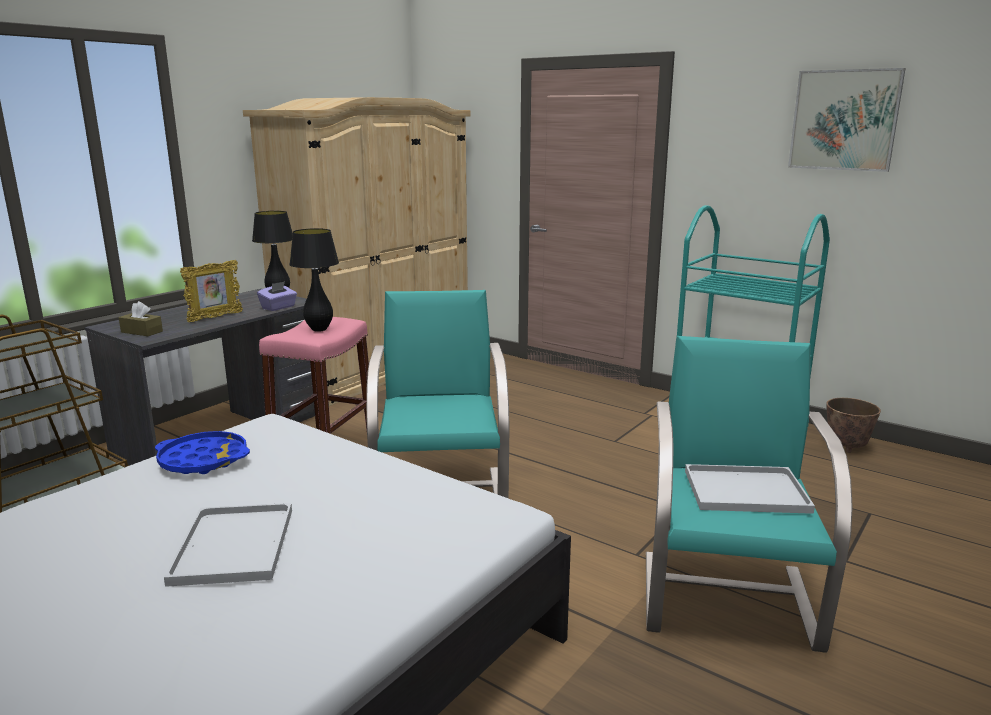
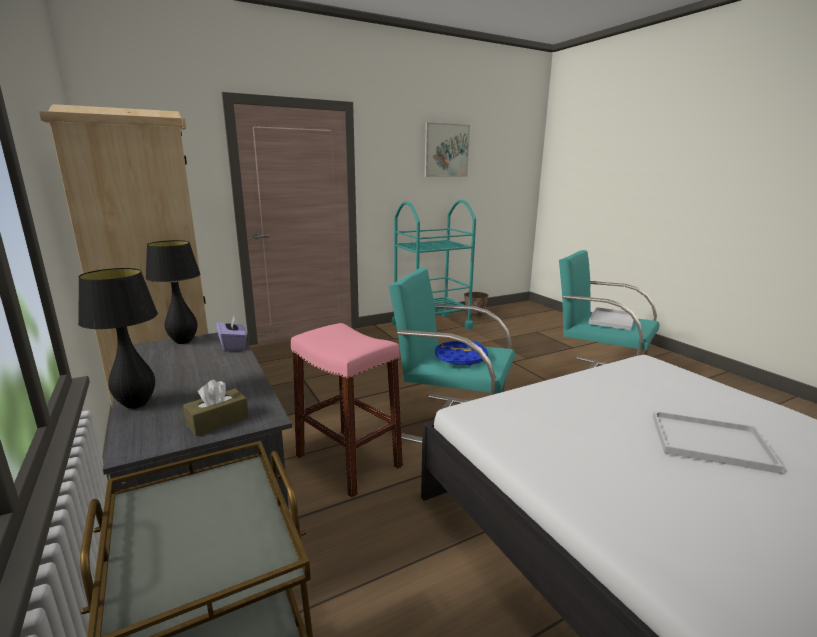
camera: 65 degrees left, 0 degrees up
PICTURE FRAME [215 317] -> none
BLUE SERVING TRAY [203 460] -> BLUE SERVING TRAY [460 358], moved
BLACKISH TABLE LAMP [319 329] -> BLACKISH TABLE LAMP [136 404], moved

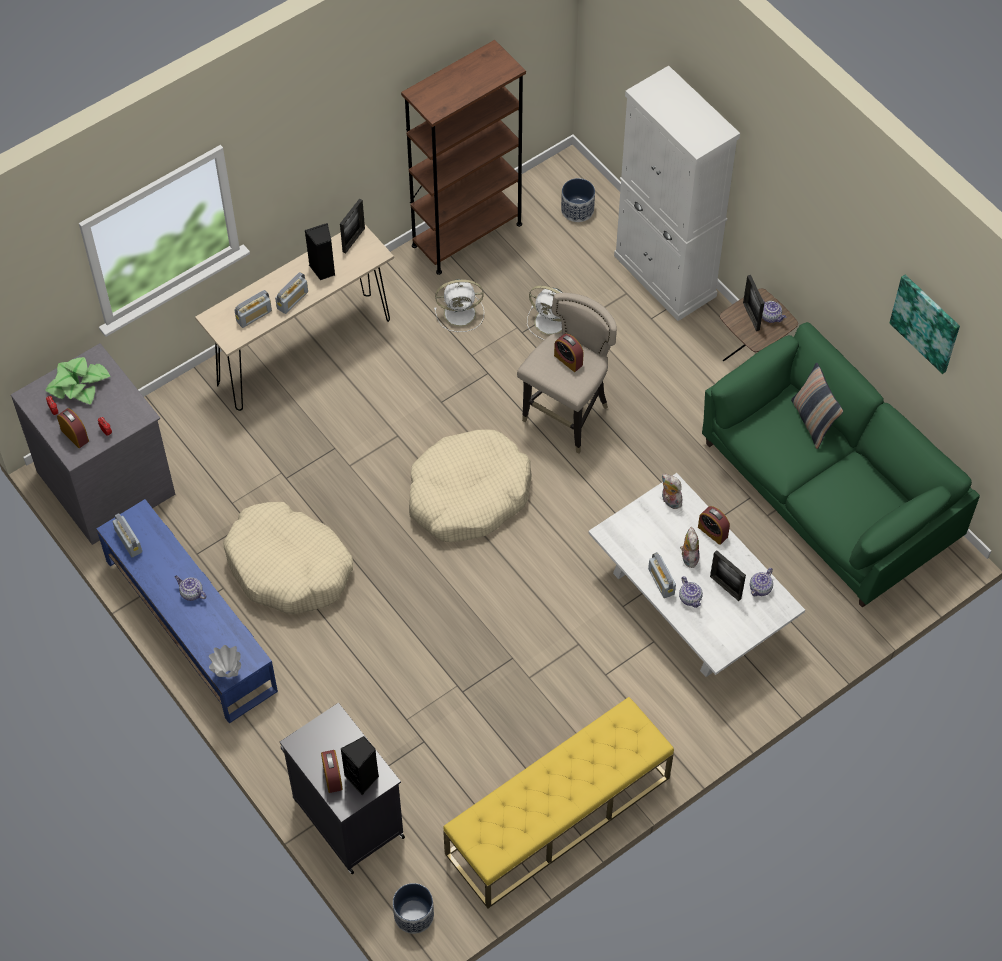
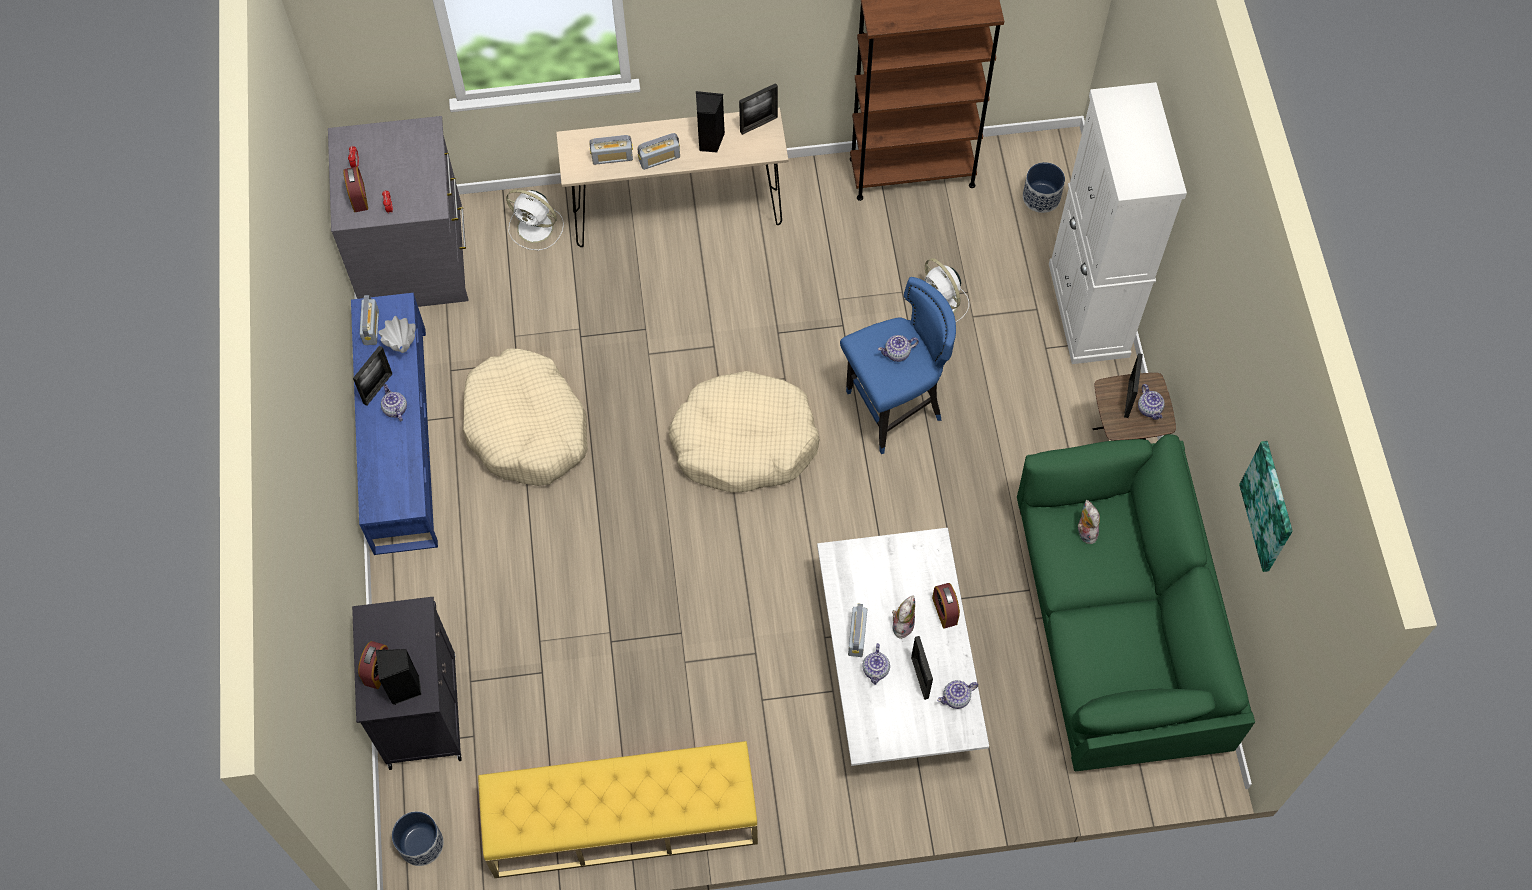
camera: 30 degrees right, 5 degrees up
HOUSEPLANT [79 385] -> none
CUSHION [812 421] -> none
none -> PICTURE FRAME [378 388]
WHITE-COLOURED FLOWER VASE [228 673] -> WHITE-COLOURED FLOWER VASE [403 348], moved
WHITE-COLOURED COOLING FAN [461 313] -> WHITE-COLOURED COOLING FAN [537 228], moved
CUDDLY TOY [670 501] -> CUDDLY TOY [1084 532], moved
ALARM CLOCK [568 360] -> POT FOR TEA [897 353]
SAND-COLOURED SITTING STOOL [567 417] -> BLUE SITTING STOOL [893 410]

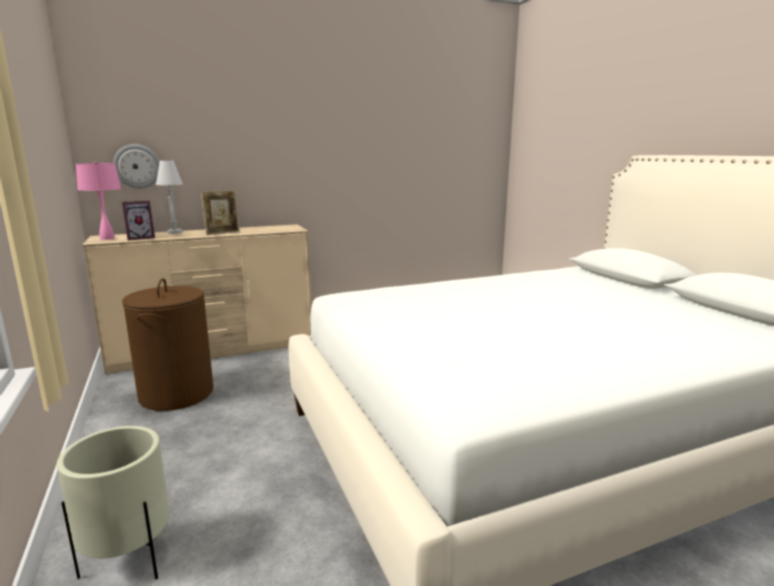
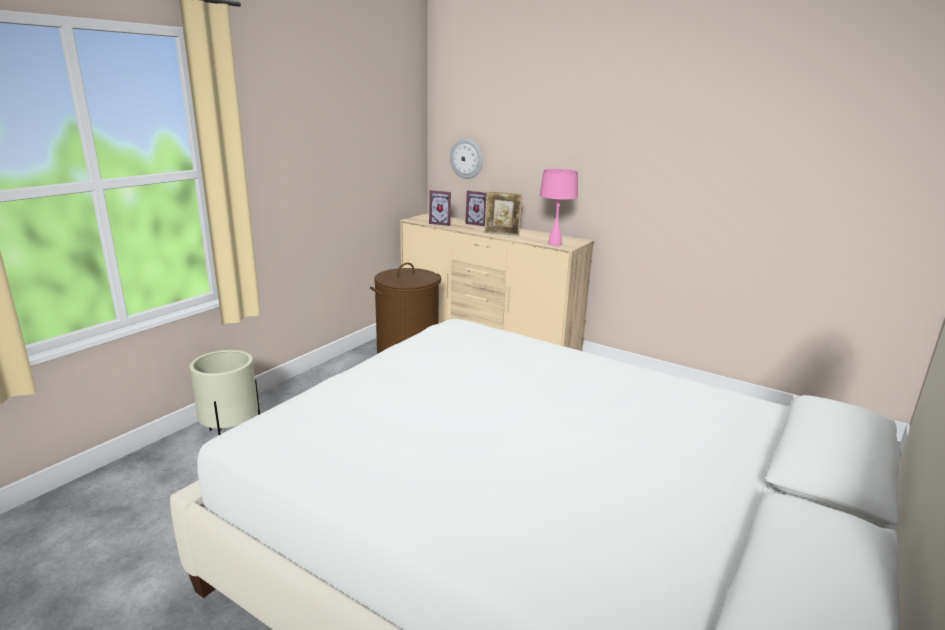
camera: 55 degrees right, 5 degrees up
PINK-COLOURED TABLE LAMP [107 238] -> PINK-COLOURED TABLE LAMP [555 244], moved
WHITE-COLOURED TABLE LAMP [175 232] -> PICTURE FRAME [478 224]

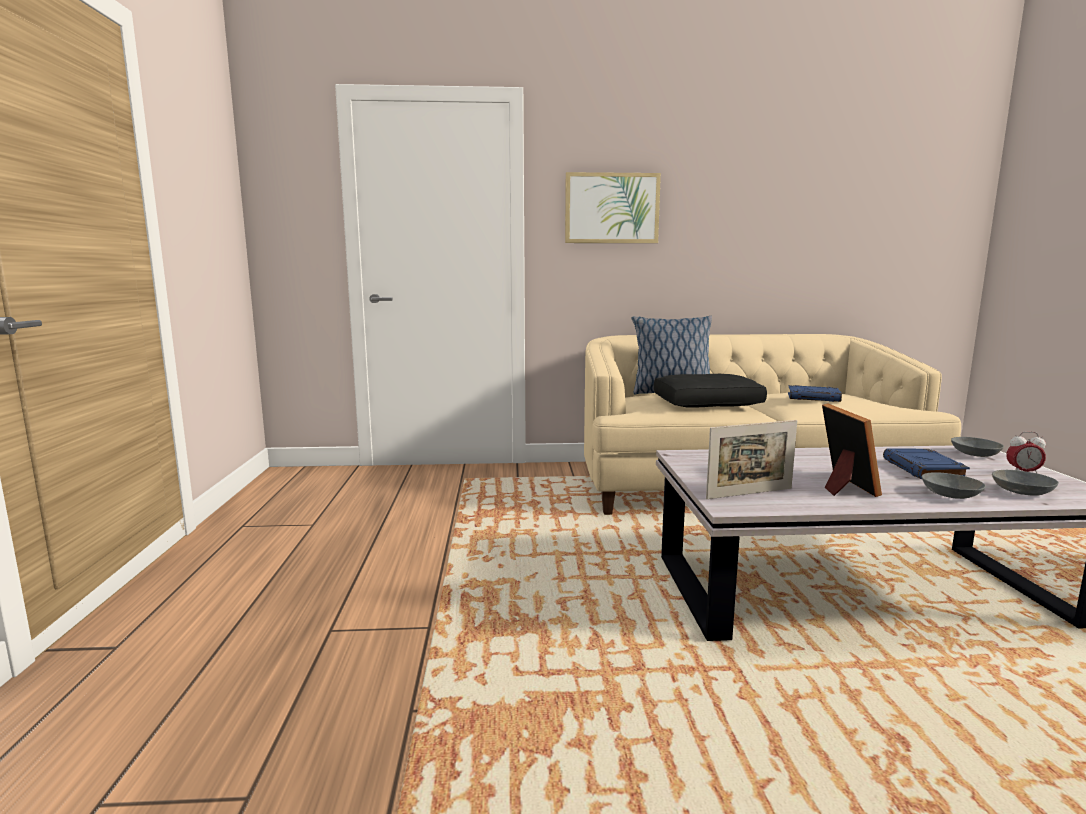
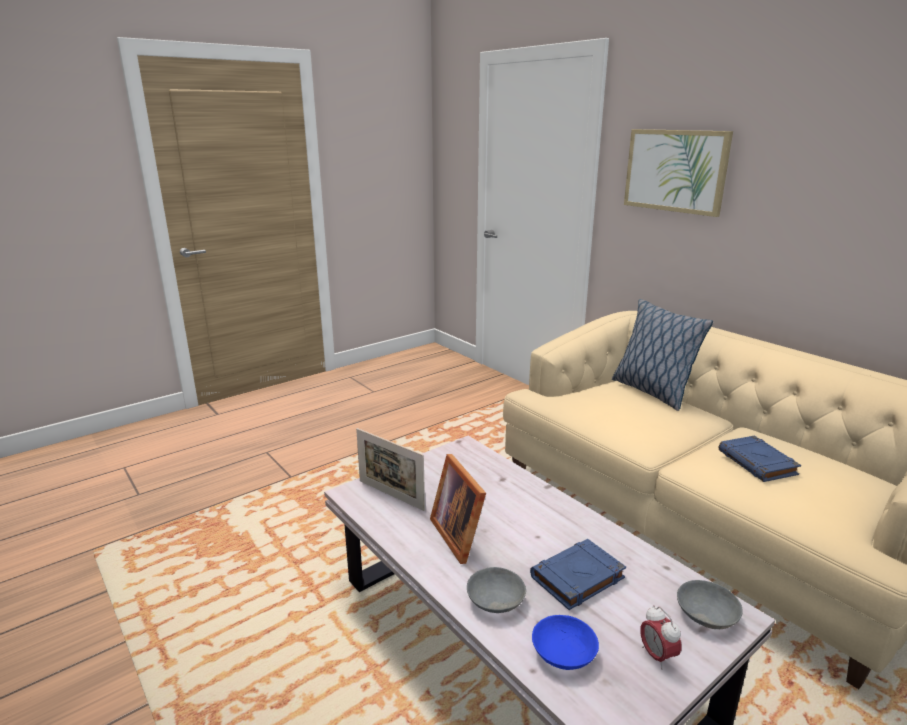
camera: 55 degrees right, 10 degrees up
BLACKISH CUSHION [707 402] -> none
GRAY DEEP DISH [1022 491] -> BLUE DEEP DISH [565 653]
PICTURE FRAME [842 485] -> PICTURE FRAME [460 534], 105 degrees clockwise

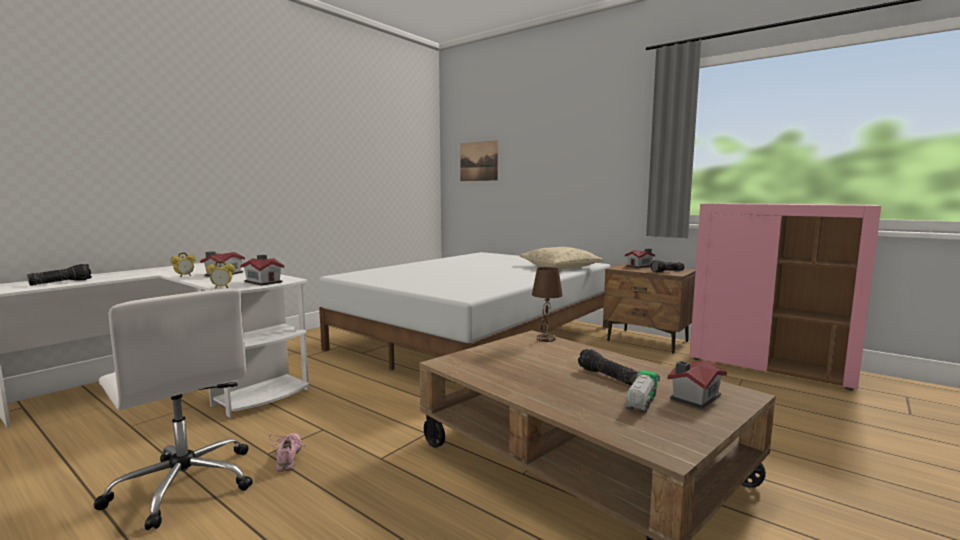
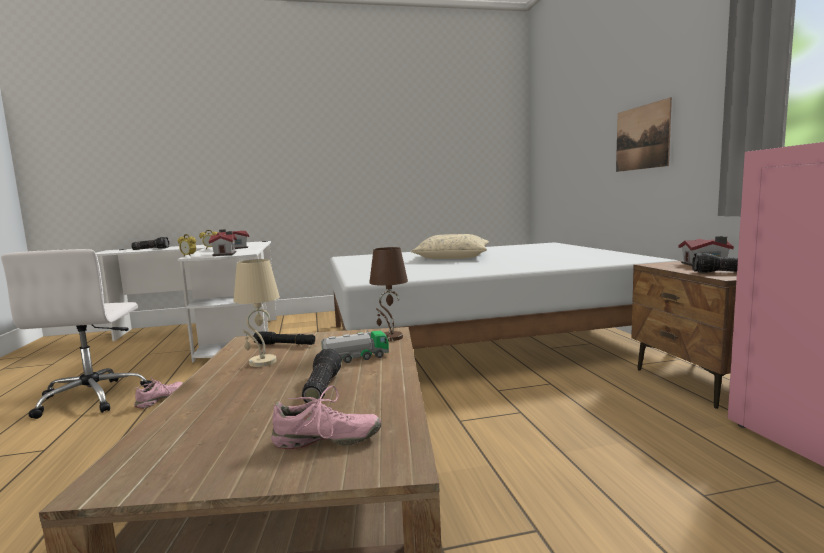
camera: 40 degrees right, 0 degrees up
none -> SAND-COLOURED TABLE LAMP [262 362]
none -> BLACKISH HAND TORCH [285 344]
PICTURE [479 161] -> PICTURE [642 137], moved
SAND-COLOURED CUSHION [560 267] -> SAND-COLOURED CUSHION [452 257], moved
TOY LORRY [641 402] -> TOY LORRY [356 358], moved
TOY HOUSE [693 397] -> PINK-COLOURED LOW SHOE [326 440]

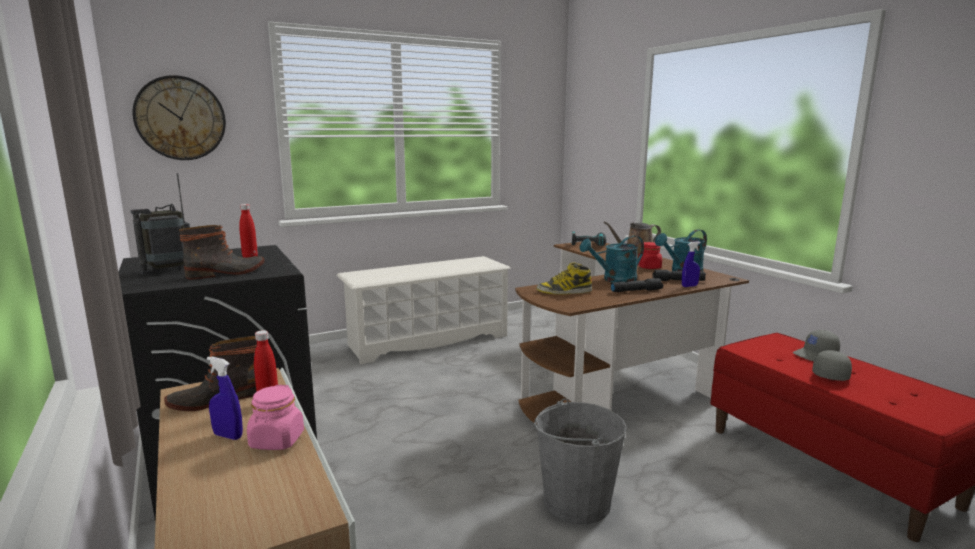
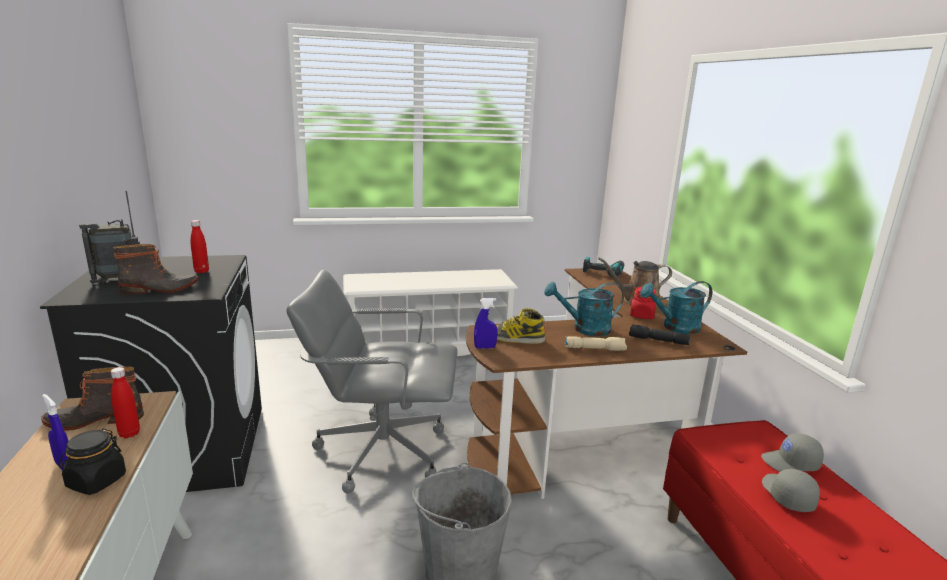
camera: 15 degrees right, 5 degrees up
HANGING CLOCK [180 118] -> none
none -> GRAY OFFICE CHAIR [381 450]
BLUE HAND SPRAYER [689 286] -> BLUE HAND SPRAYER [485 347], moved
PINK-COLOURED PRESERVE JAR [277 441] -> BLACKISH PRESERVE JAR [96 481]
BLACKISH HAND TORCH [636 291] -> SAND-COLOURED HAND TORCH [595 348]
GRAY PEAKED CAP [829 374] -> GRAY PEAKED CAP [786 495], 45 degrees counterclockwise

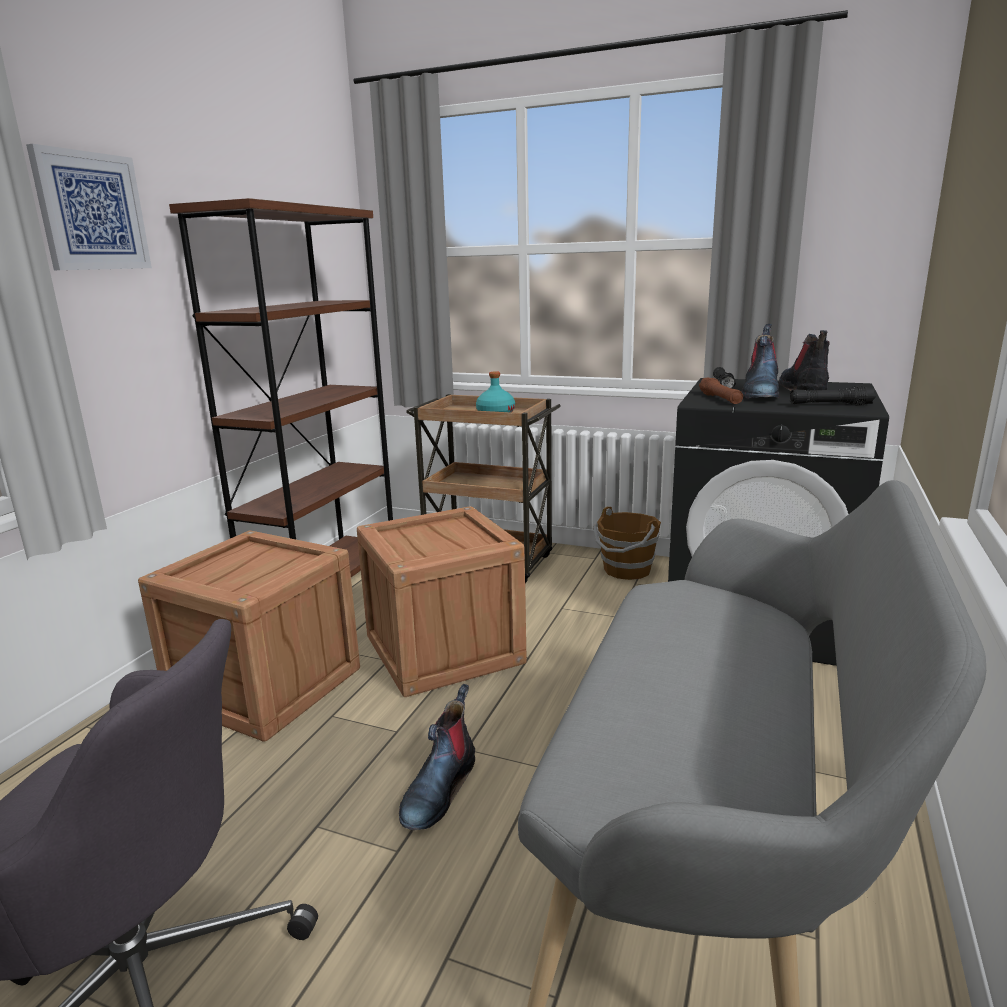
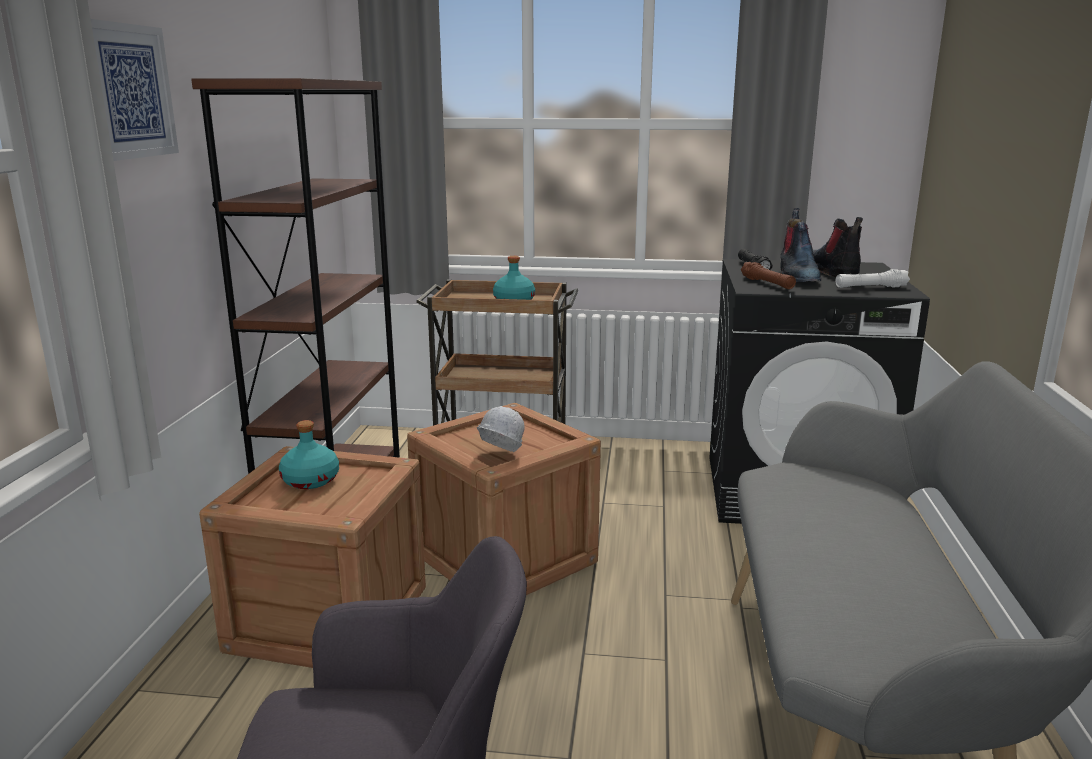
camera: 15 degrees left, 0 degrees up
BOOT [439 789] -> none
BROWN-COLOURED WATER BUCKET [626 570] -> none
none -> BLUE-GREEN BOTTLE [311 480]
none -> WHITE-COLOURED SAFETY HELMET [499 458]
BLACKISH HAND TORCH [830 405] -> WHITE-COLOURED HAND TORCH [870 287]

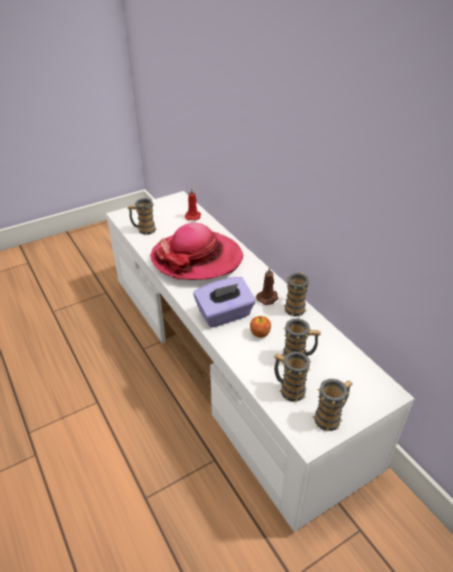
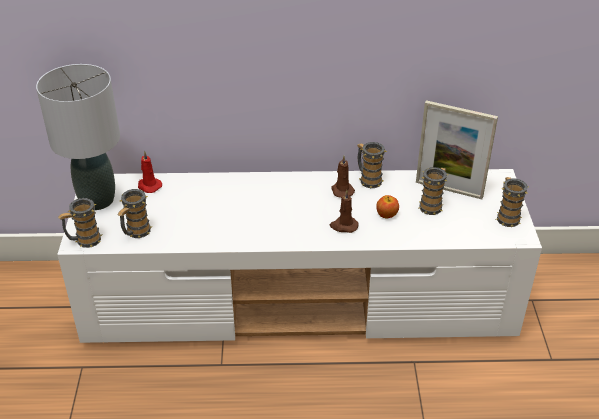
camera: 60 degrees left, 0 degrees up
CLOTHING HAT [197 258] -> none
none -> GRAY TABLE LAMP [98 200]
none -> PICTURE FRAME [449 189]
TEA MUG [288 389] -> TEA MUG [84 241], moved
PURPLISH TISSUE BOX [225 314] -> BROWN-COLOURED WAX CANDLE [343 226]

